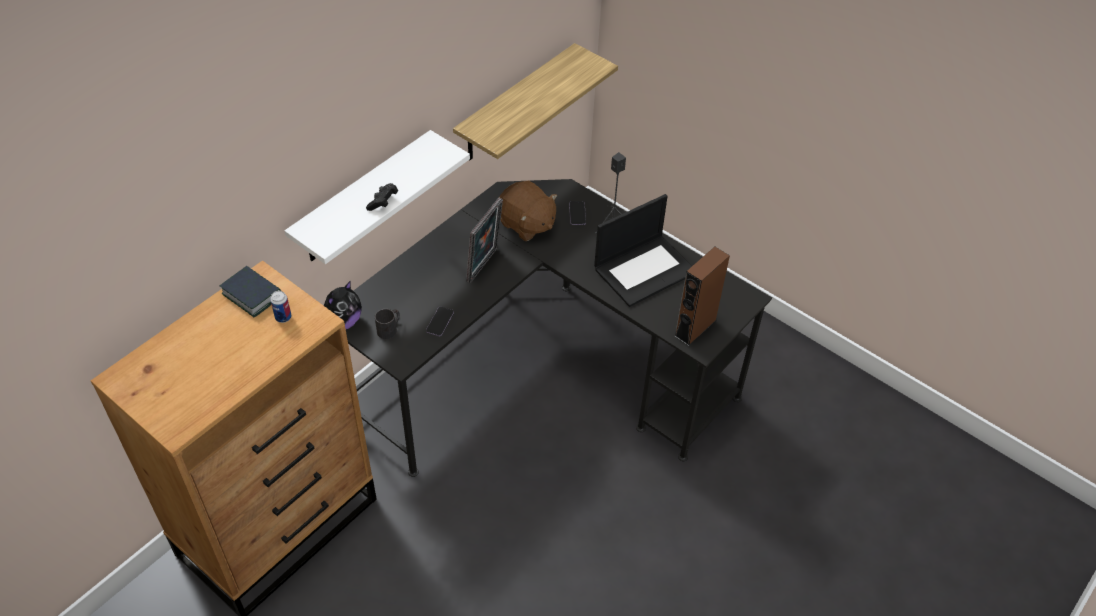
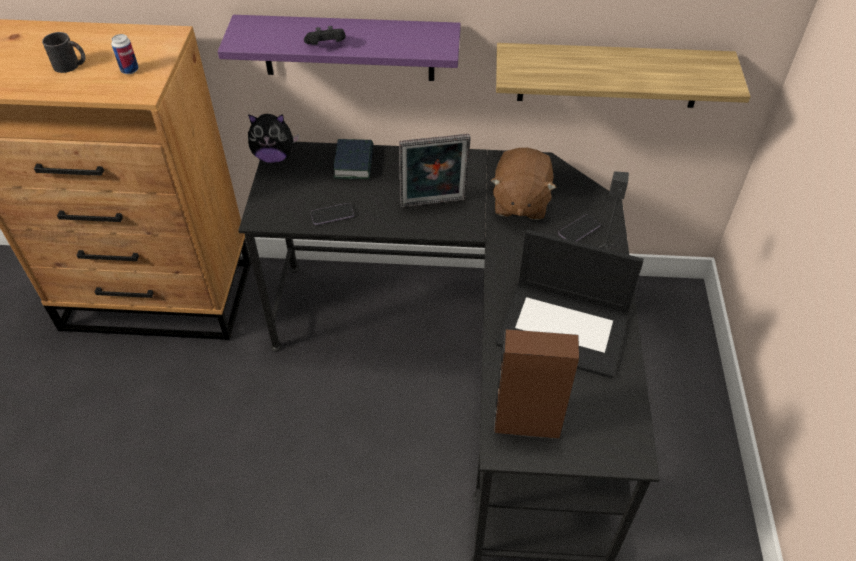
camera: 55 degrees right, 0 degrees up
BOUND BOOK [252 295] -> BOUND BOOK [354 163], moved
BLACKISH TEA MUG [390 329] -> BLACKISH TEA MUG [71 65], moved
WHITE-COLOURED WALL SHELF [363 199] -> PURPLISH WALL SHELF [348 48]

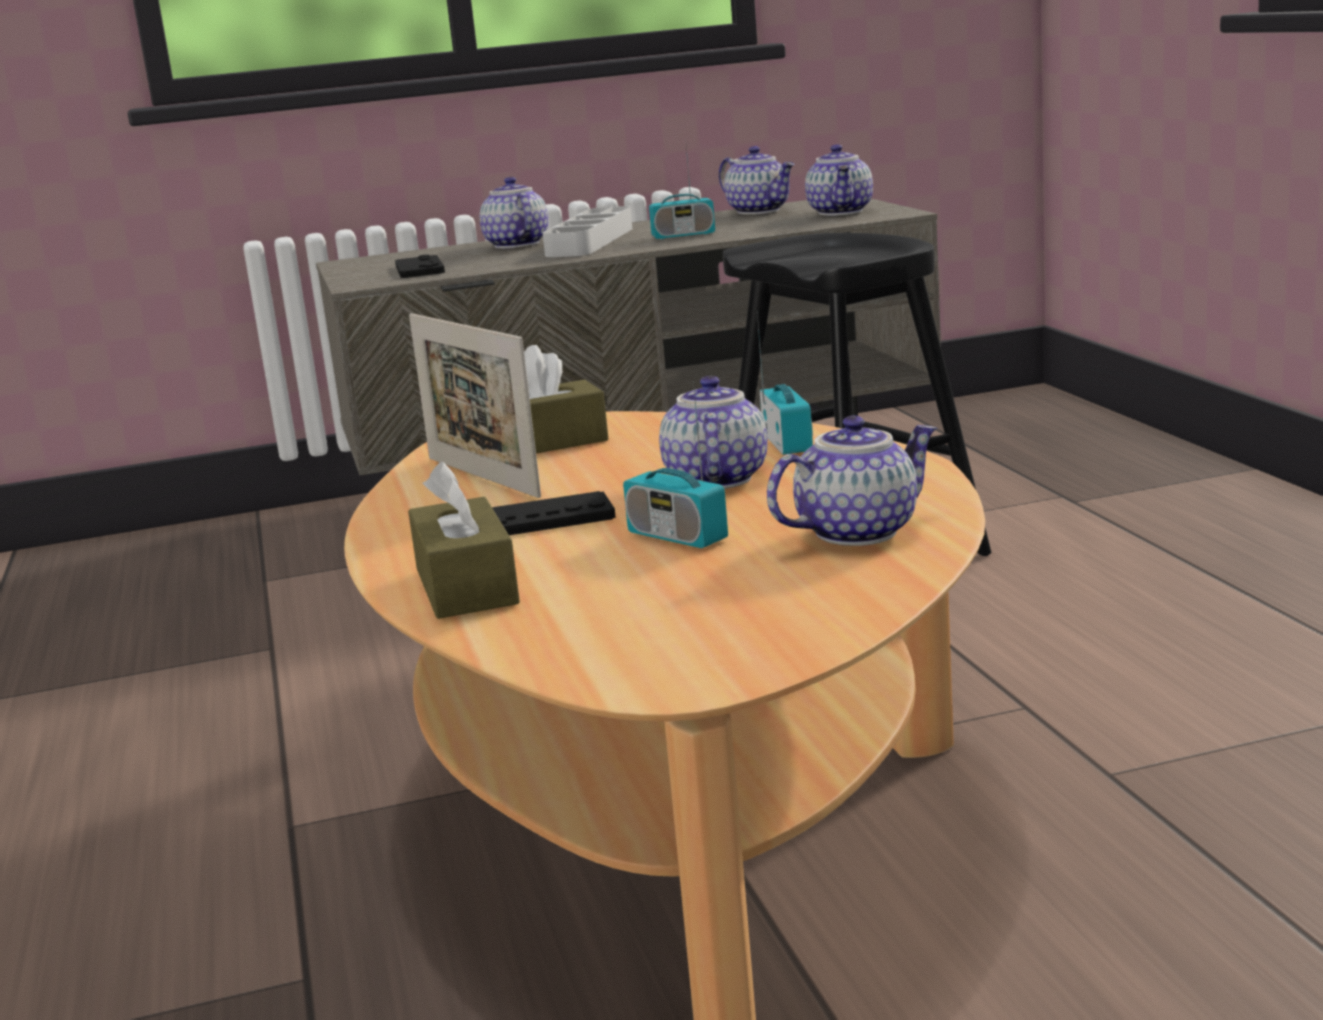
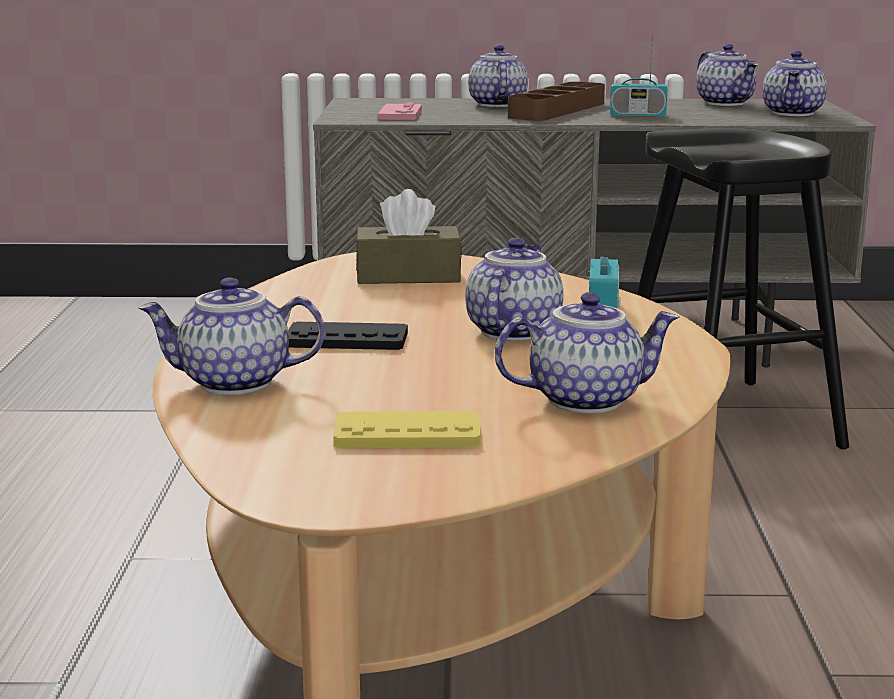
camera: 15 degrees right, 0 degrees up
PICTURE FRAME [482 477] -> none
RADIO [677 537] -> none
none -> YELLOWISH JOYPAD [407 434]
BROWN-COLOURED TISSUE BOX [466 586] -> POT FOR TEA [233 383]
BLACKISH JOYPAD [419 269] -> PINK-COLOURED JOYPAD [400 114]
GRAY SERVING TRAY [590 242] -> BROWN-COLOURED SERVING TRAY [557 110]

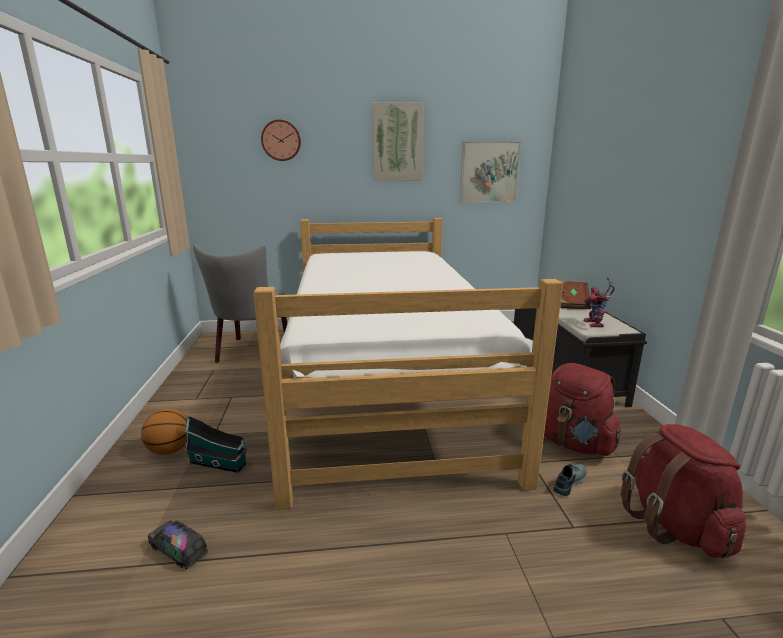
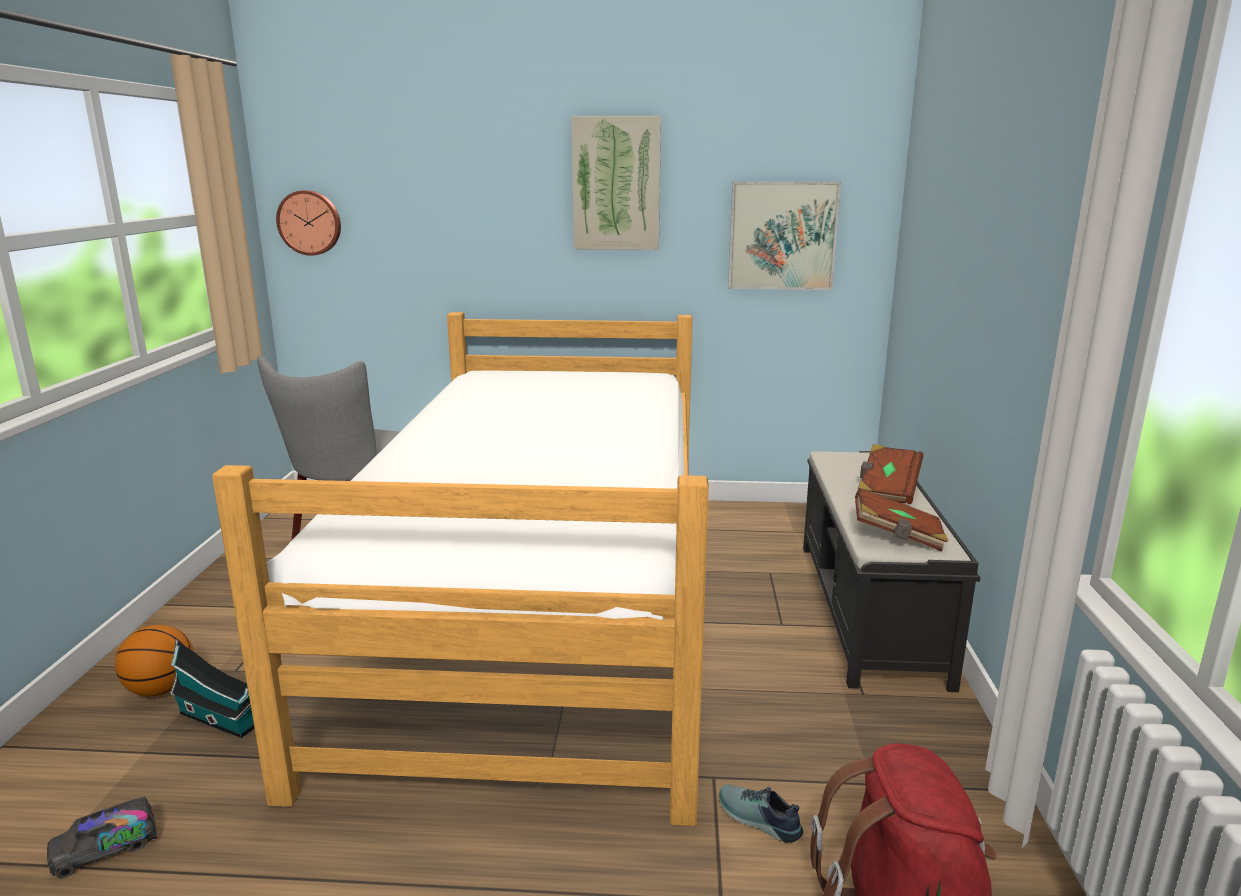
camera: 10 degrees right, 0 degrees up
RED-COLOURED BACKPACK [572 443] -> none
HANGING CLOCK [281 140] -> HANGING CLOCK [310 222], moved
ROBOT FIGURE [596 324] -> BROWN-COLOURED BOUND BOOK [897 537]
TOY LORRY [178 550] -> TOY LORRY [105 850], 75 degrees counterclockwise
LOW SHOE [568 482] -> LOW SHOE [757 820], 105 degrees counterclockwise

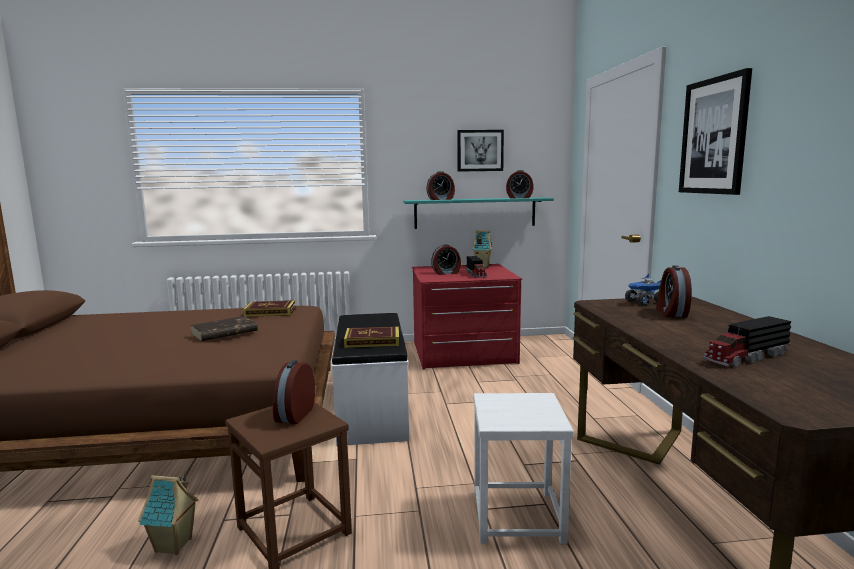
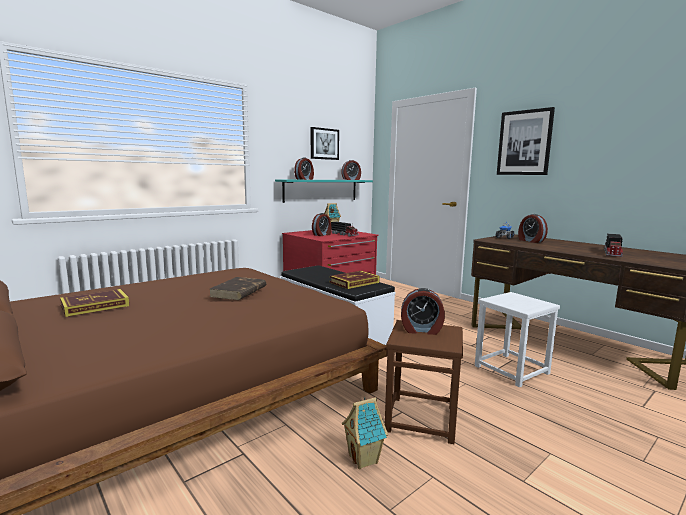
camera: 35 degrees left, 0 degrees up
BOUND BOOK [270 312] -> BOUND BOOK [95 306], moved
ALARM CLOCK [294 415] -> ALARM CLOCK [421 330], 60 degrees counterclockwise

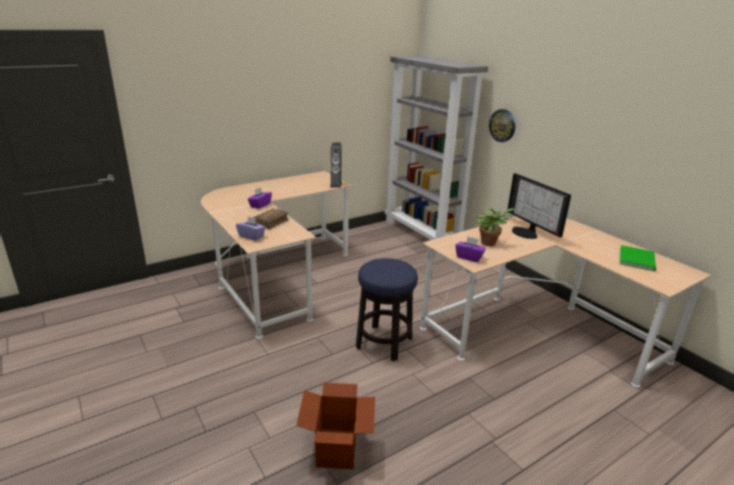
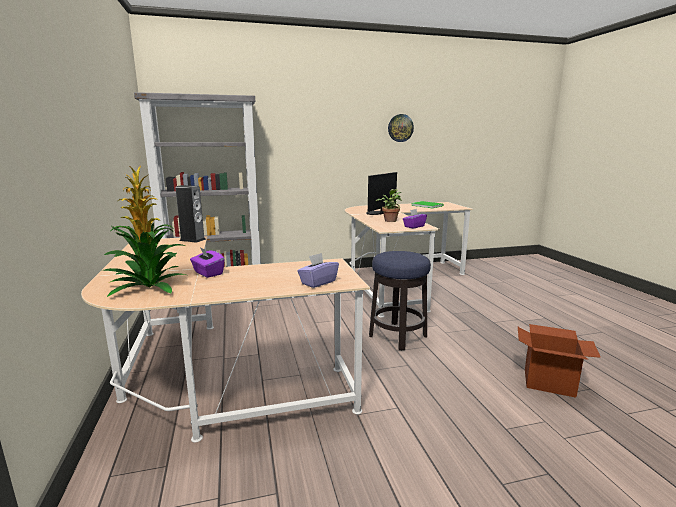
camera: 70 degrees left, 10 degrees down
BROWN-COLOURED BOUND BOOK [271 222] -> none
none -> HOUSEPLANT [149 286]
HANGING CLOCK [502 125] -> HANGING CLOCK [400 128], moved
COMPUTER DISPLAY [527 232] -> COMPUTER DISPLAY [377 213], 135 degrees clockwise

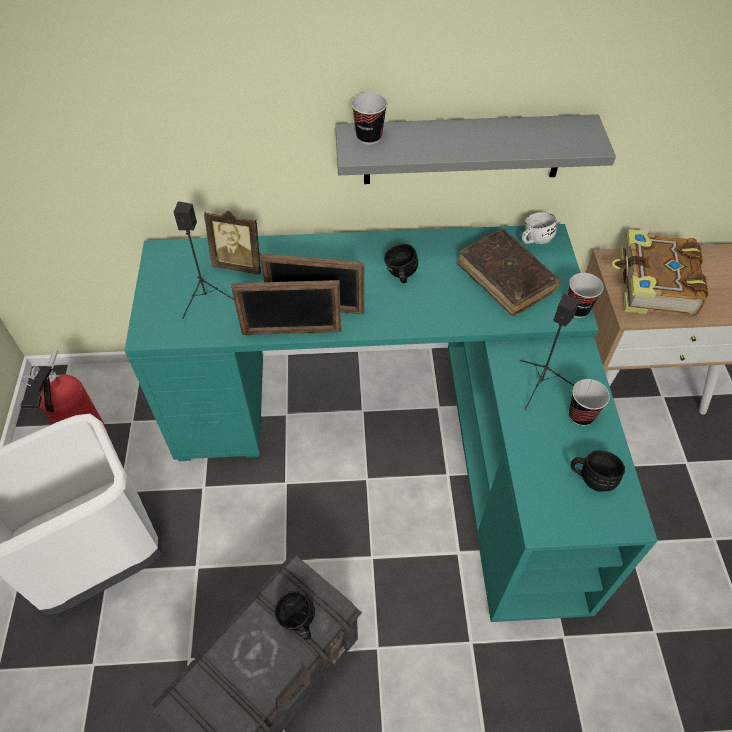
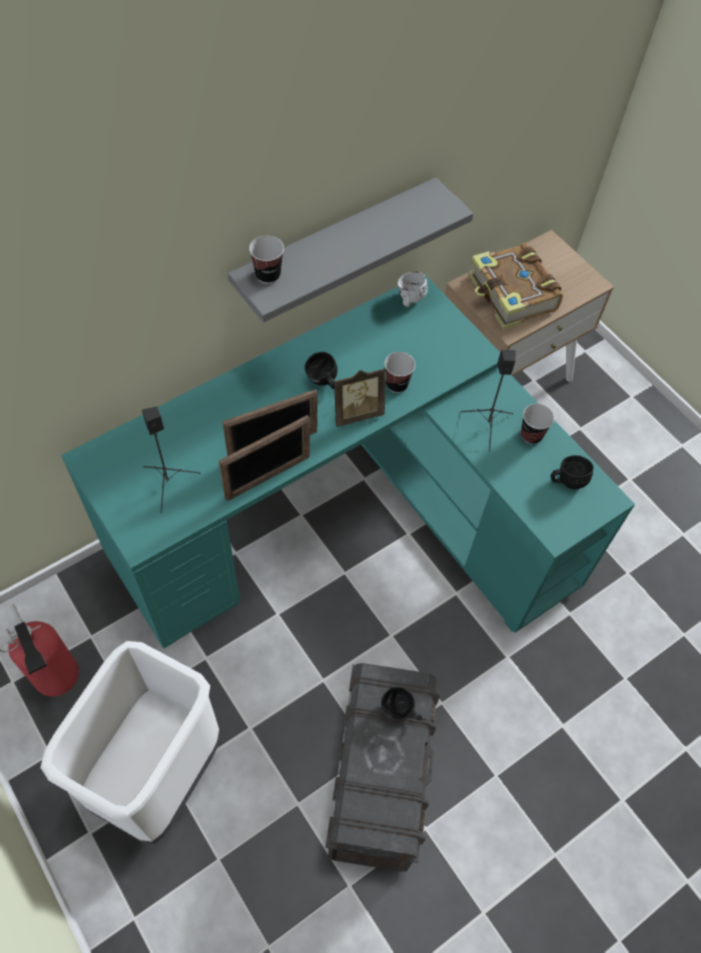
camera: 35 degrees left, 5 degrees up
BROWN-COLOURED BOUND BOOK [506 278] -> none
PICTURE FRAME [240 264] -> PICTURE FRAME [356 412], moved
CUP [577 309] -> CUP [397 384], moved

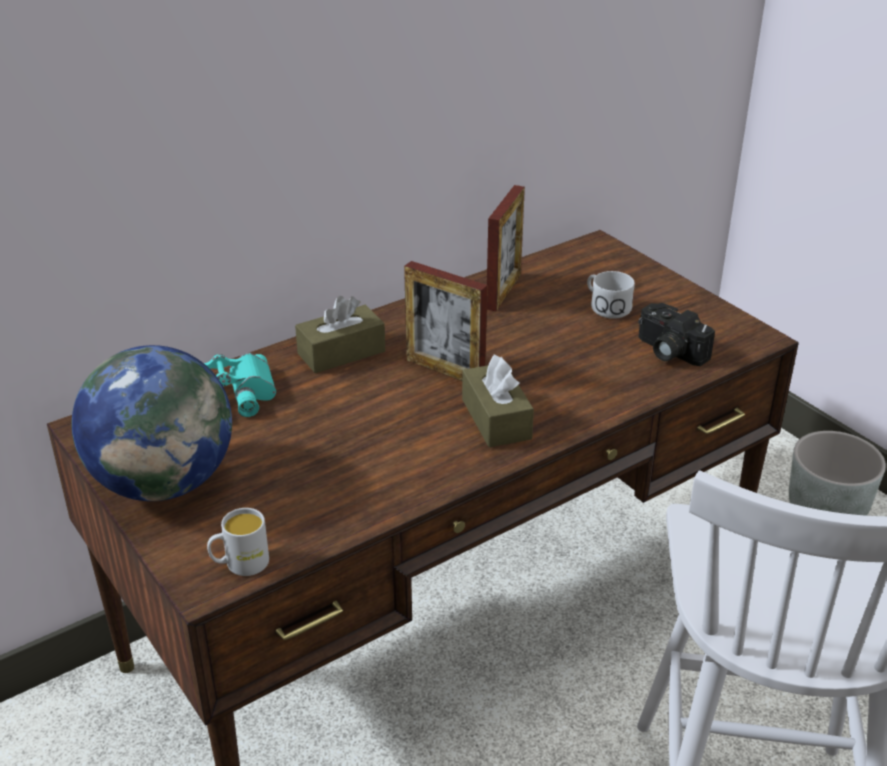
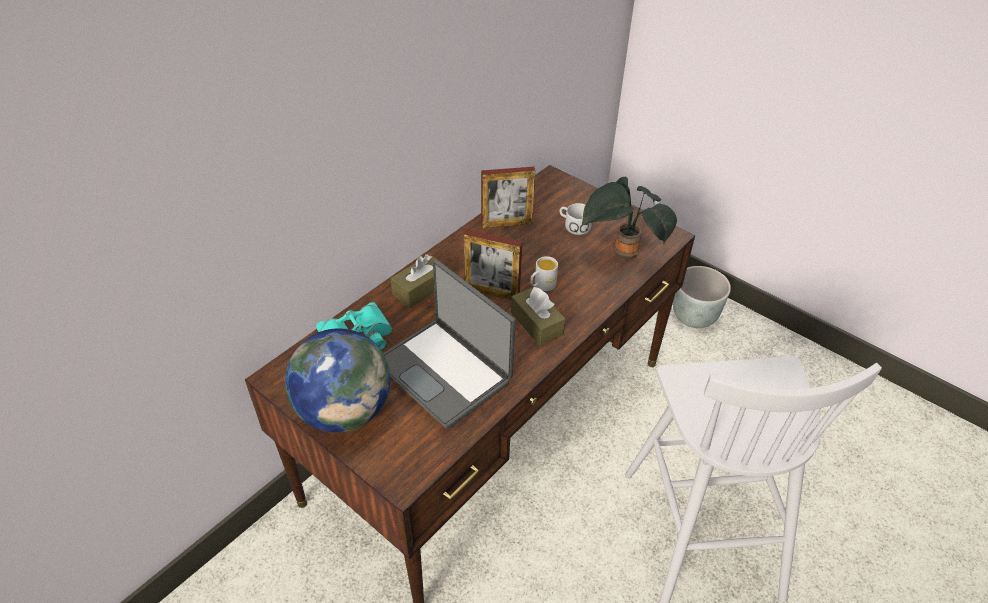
camera: 15 degrees left, 10 degrees up
none -> LAPTOP [445 372]
WHITE-COLOURED TEA MUG [240 564] -> WHITE-COLOURED TEA MUG [542 285], moved
PHOTO CAMERA [668 351] -> HOUSEPLANT [622 254]
PICTURE FRAME [503 291] -> PICTURE FRAME [506 223], 75 degrees clockwise

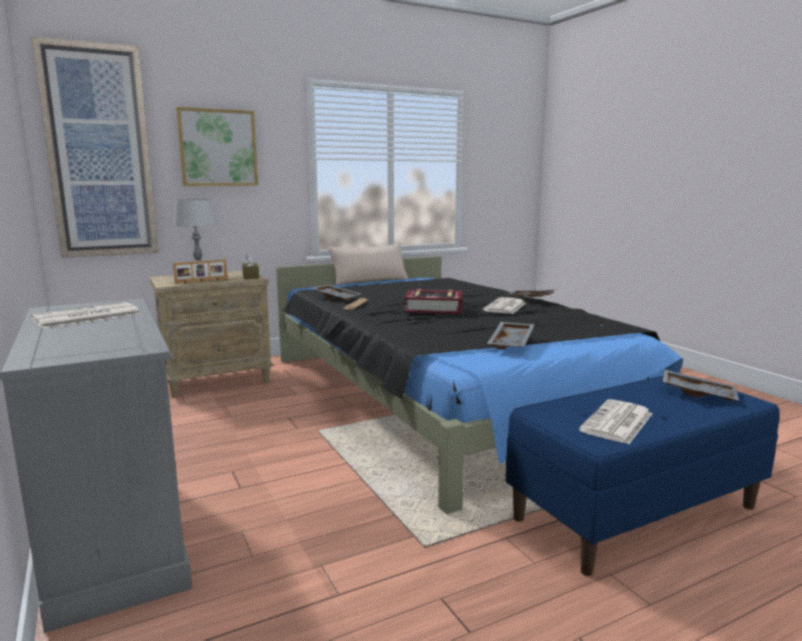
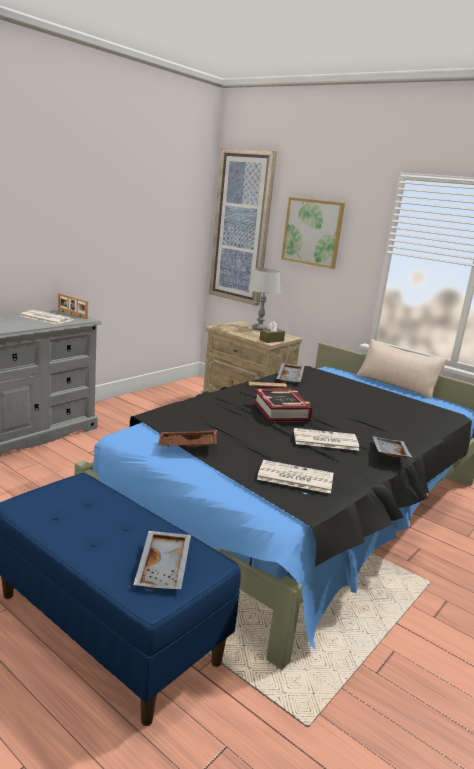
camera: 65 degrees right, 5 degrees up
PICTURE FRAME [201 281] -> PICTURE FRAME [72 314], moved
NEWSPAPER [617 423] -> NEWSPAPER [294 477], moved
GRAY SERVING TRAY [512 342] -> BROWN-COLOURED SERVING TRAY [187 446]

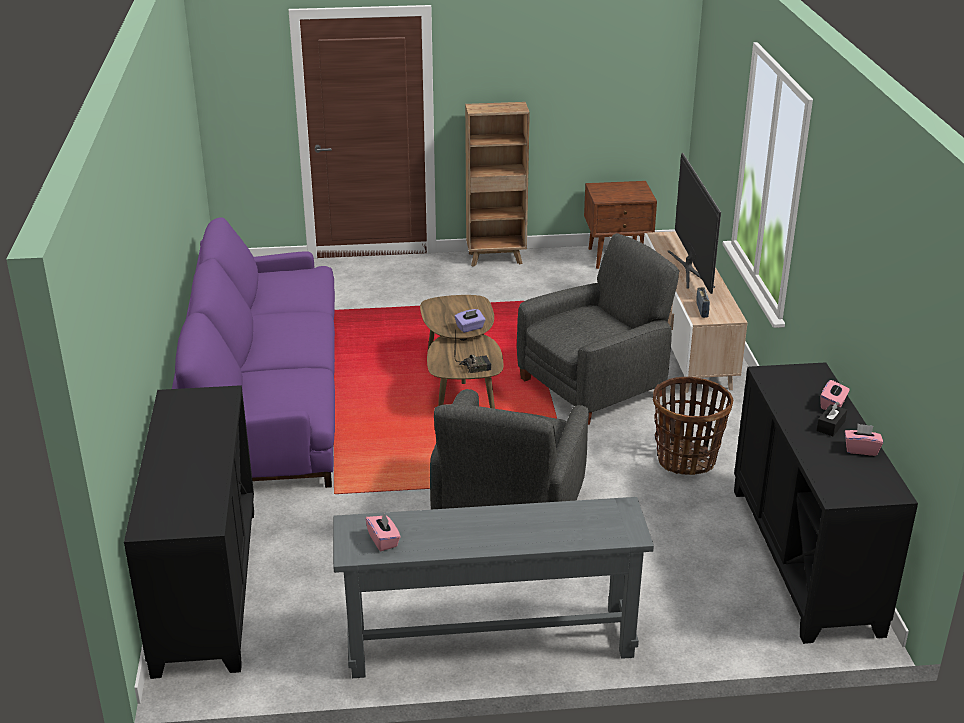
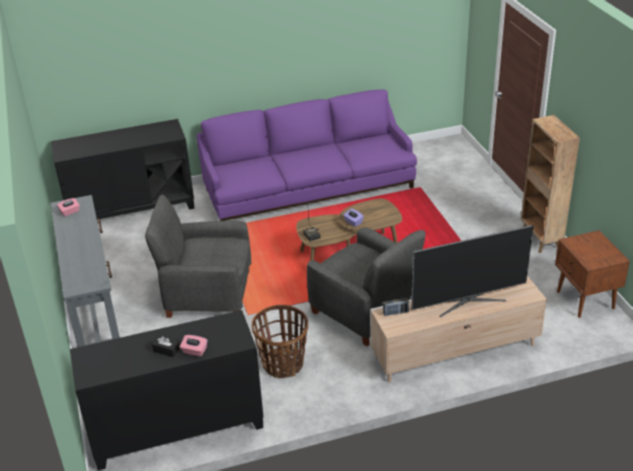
camera: 80 degrees right, 5 degrees up
PINK-COLOURED TISSUE BOX [861 449] -> none

